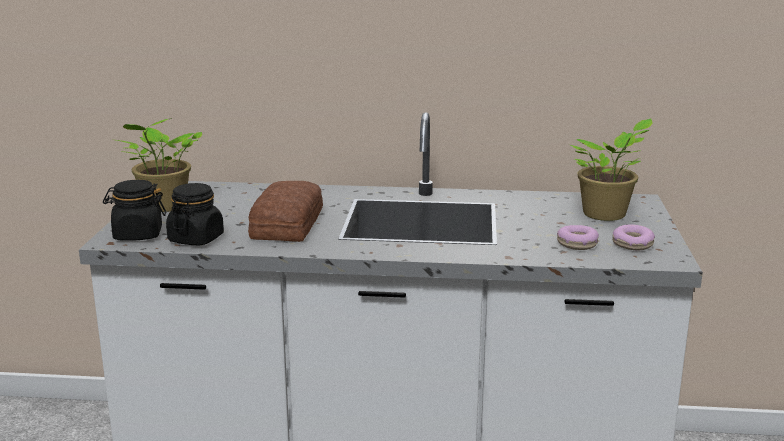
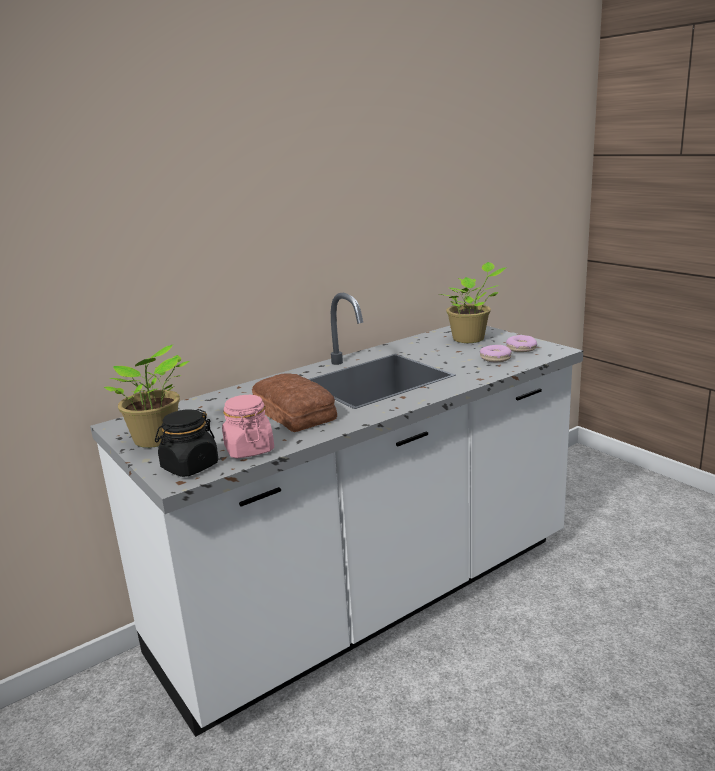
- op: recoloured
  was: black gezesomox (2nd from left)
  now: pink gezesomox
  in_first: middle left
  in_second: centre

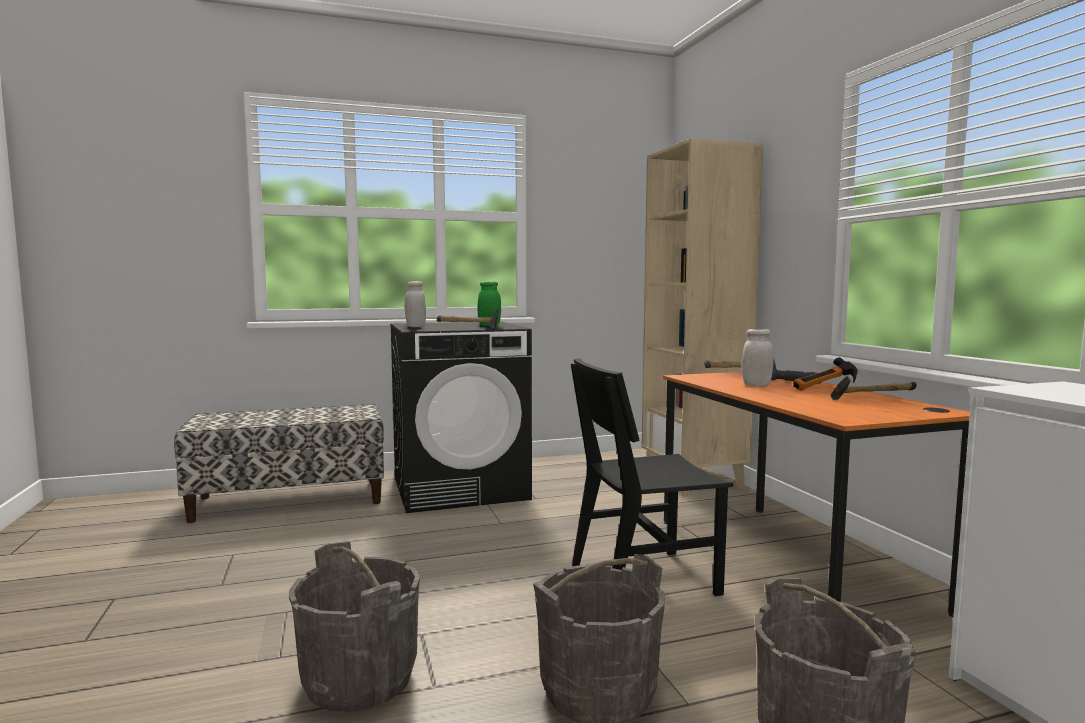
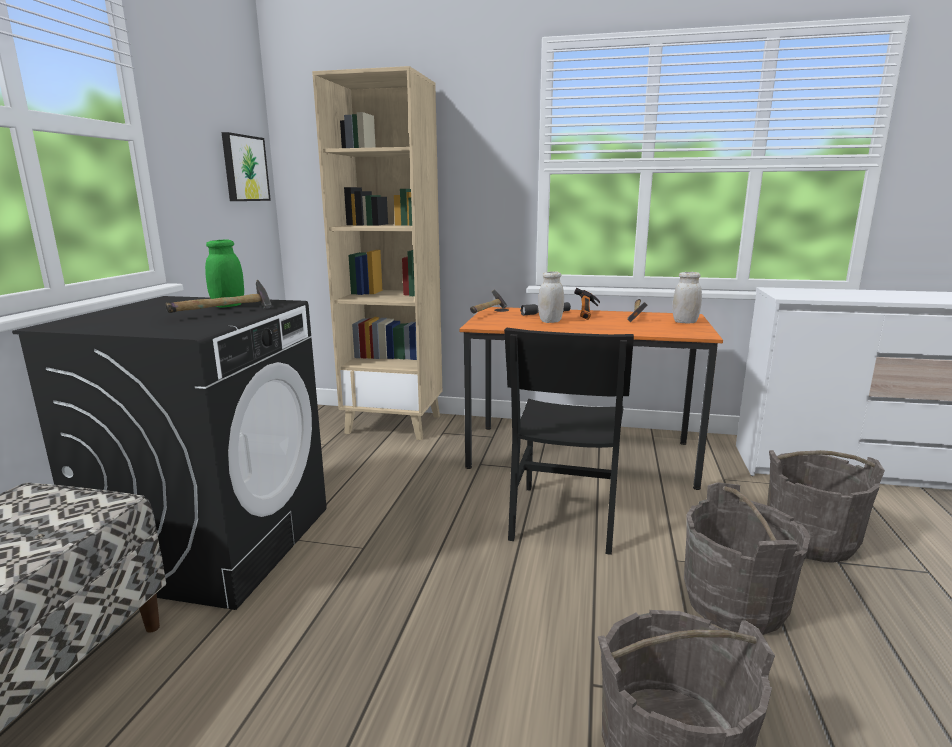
- op: added
  now: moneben
  in_second: top left
- op: moved
  was: white gezesomox (1st from left in the first image)
  now: white gezesomox (2nd from left)
  in_first: centre
  in_second: middle right

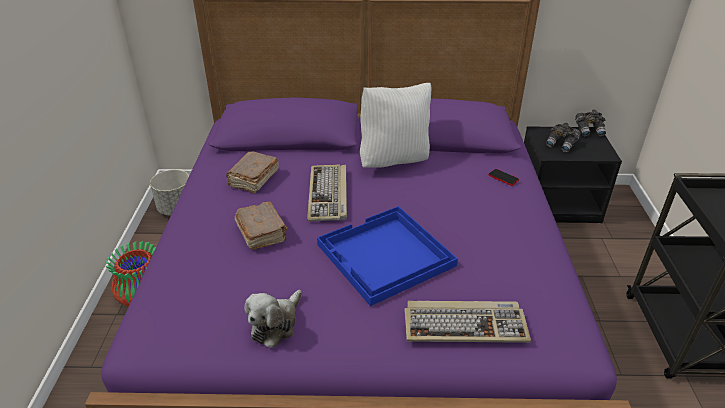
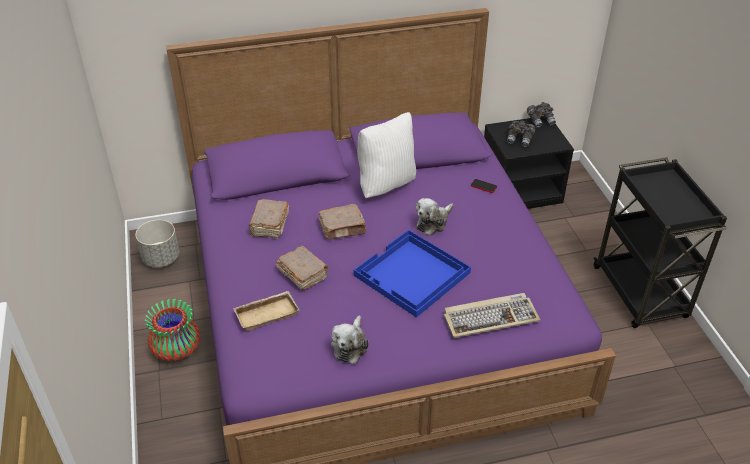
- op: added
  now: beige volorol
  in_second: bottom centre
- op: added
  now: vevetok (2nd from left)
  in_second: centre
- op: replaced
  was: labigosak (1st from left)
  now: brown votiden (3rd from left)
  in_first: centre
  in_second: centre

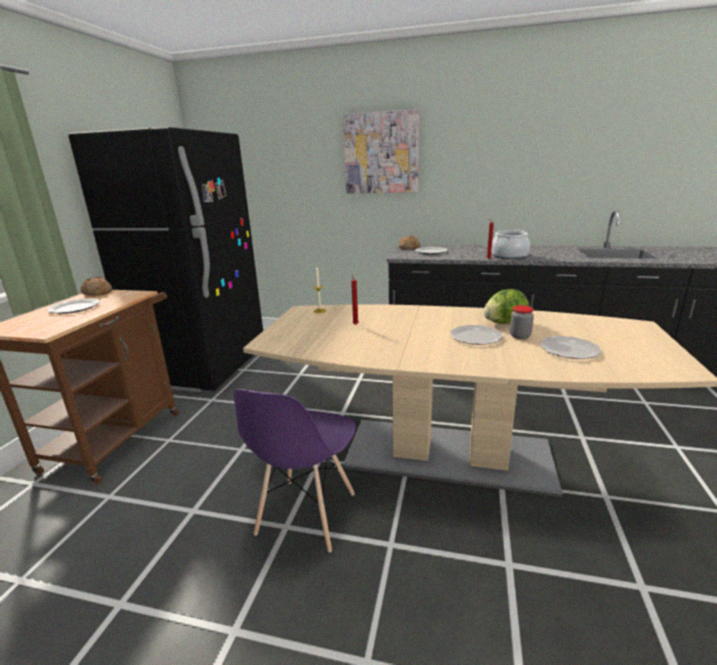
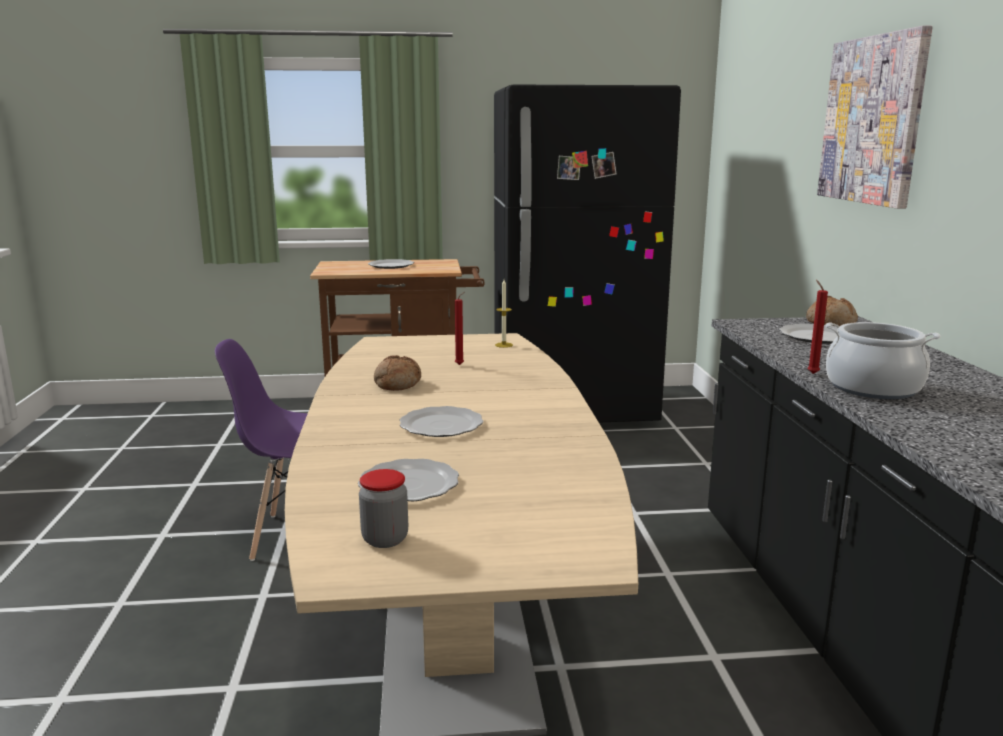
- op: removed
  was: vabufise
  in_first: middle right
- op: moved
  was: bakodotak (1st from left)
  in_first: middle left
  in_second: centre
- op: moved
  was: gezesomox
  in_first: middle right
  in_second: bottom centre

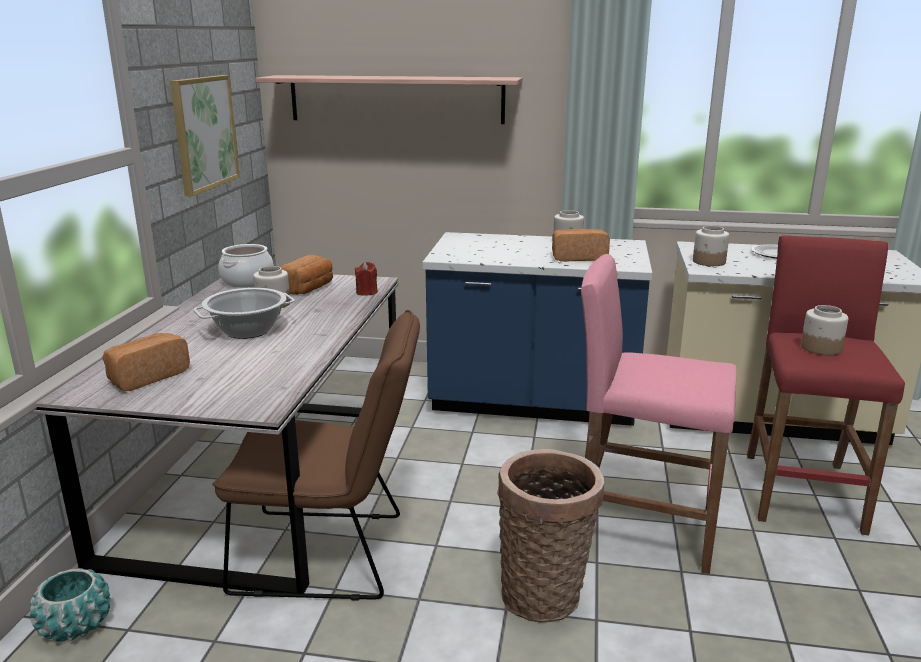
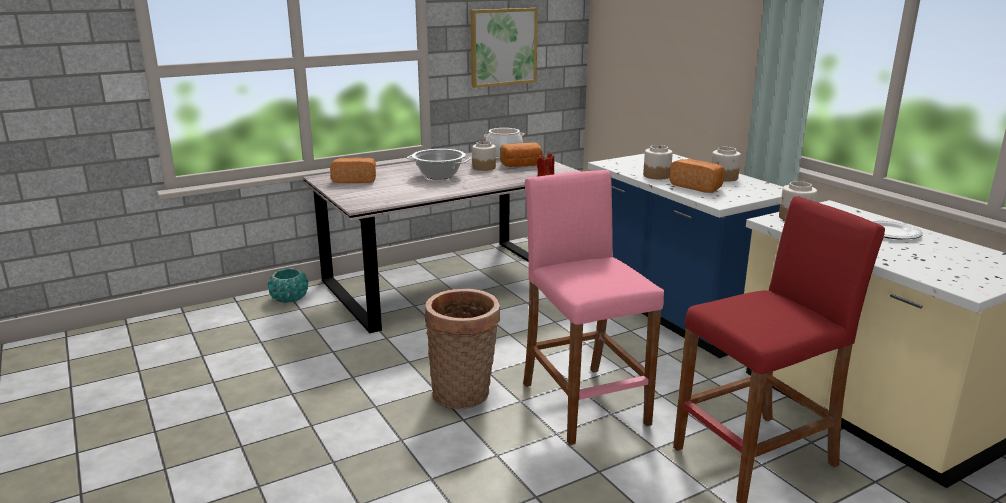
- op: removed
  was: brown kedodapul
  in_first: bottom centre
- op: removed
  was: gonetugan
  in_first: top centre
- op: moved
  was: gezesomox (4th from left in the first image)
  now: gezesomox (2nd from left)
  in_first: middle right
  in_second: top centre

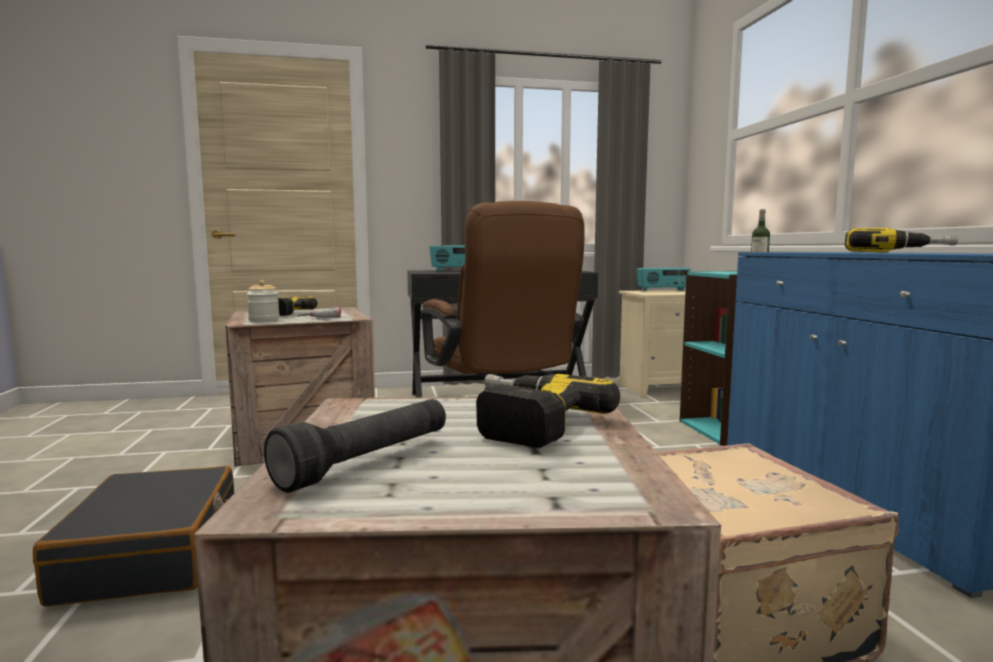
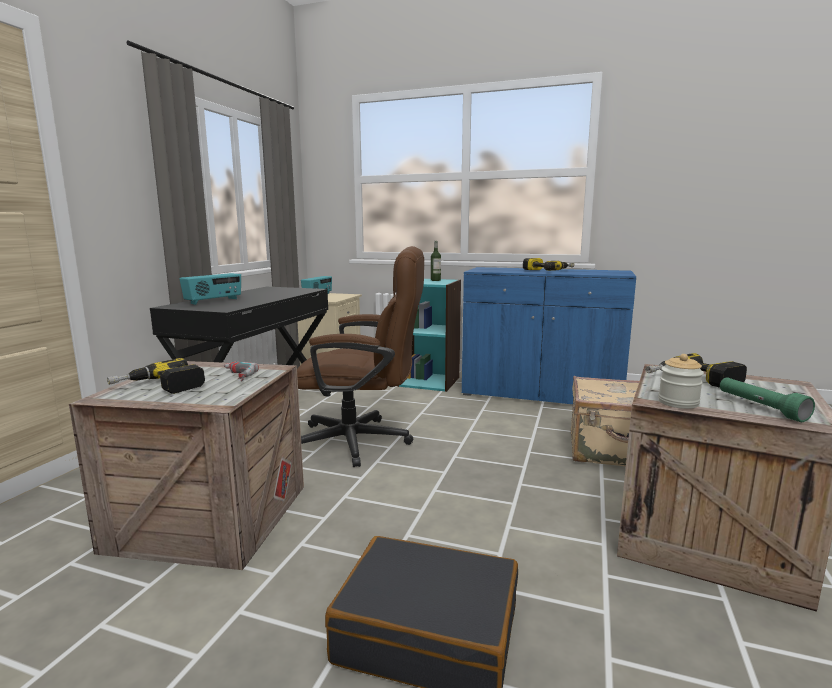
- op: moved
  was: gezesomox
  in_first: middle left
  in_second: middle right
- op: recoloured
  was: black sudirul
  now: green sudirul
  in_first: bottom centre
  in_second: middle right

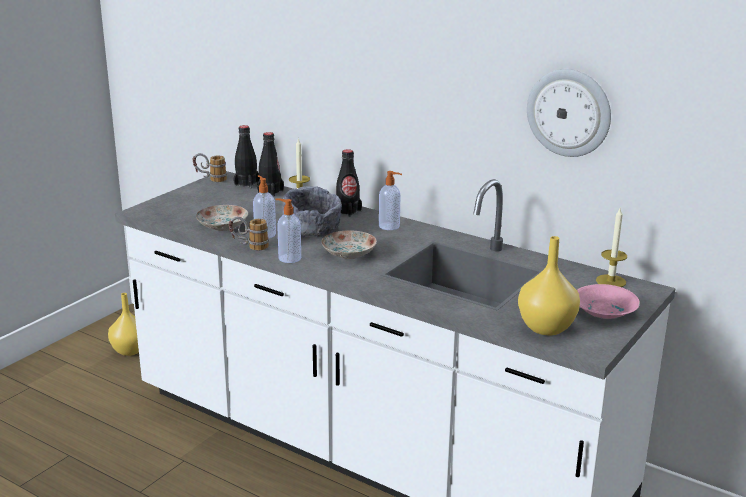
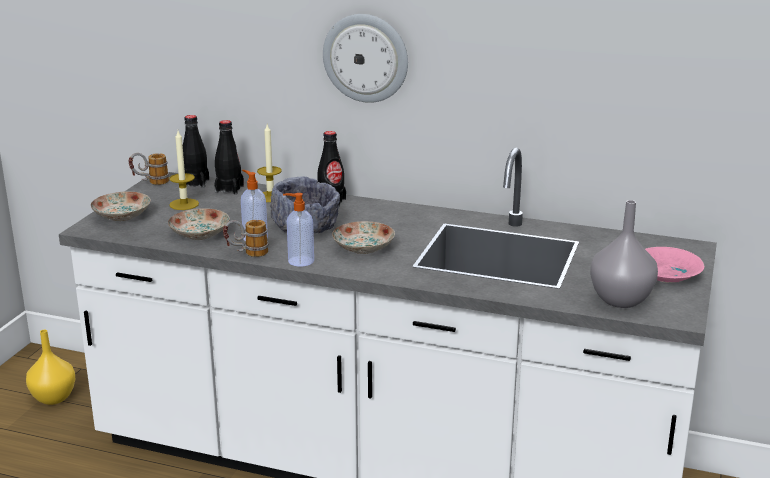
- op: removed
  was: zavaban (3rd from left)
  in_first: centre
- op: added
  now: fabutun (1st from left)
  in_second: middle left
- op: moved
  was: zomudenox
  in_first: top right
  in_second: top centre
- op: moved
  was: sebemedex (2nd from left in the first image)
  now: sebemedex (1st from left)
  in_first: middle right
  in_second: middle left
- op: recoloured
  was: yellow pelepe (2nd from left)
  now: grey pelepe
  in_first: middle right
  in_second: middle right

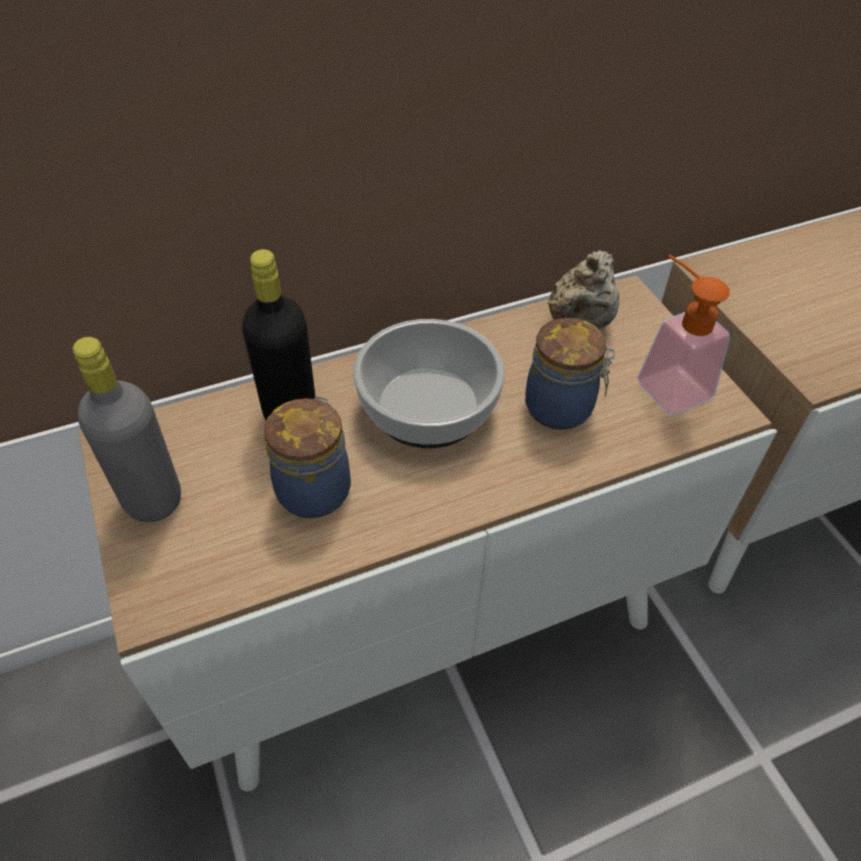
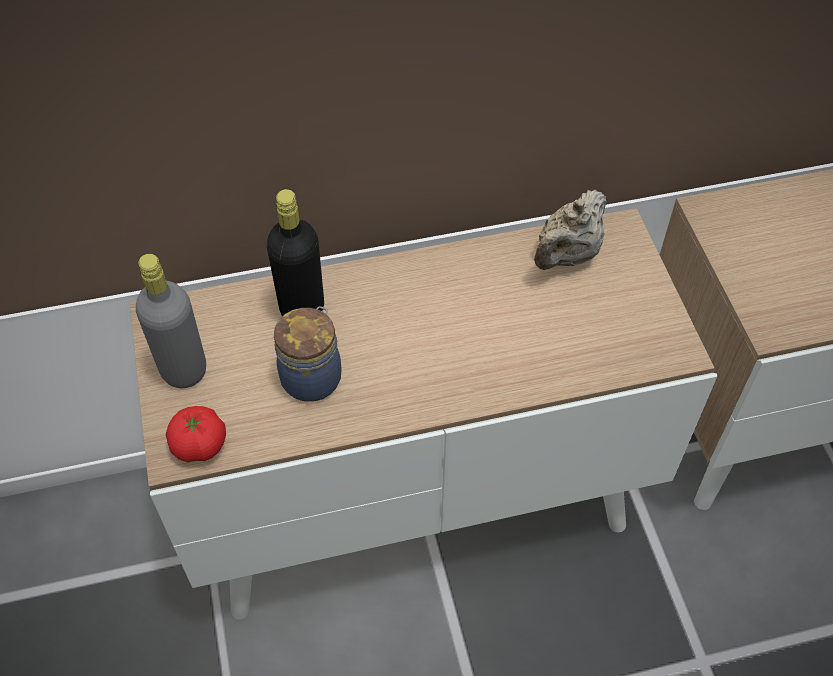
- op: removed
  was: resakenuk
  in_first: centre
- op: removed
  was: gezesomox (2nd from left)
  in_first: centre
- op: removed
  was: zavaban
  in_first: middle right
- op: added
  now: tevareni
  in_second: middle left

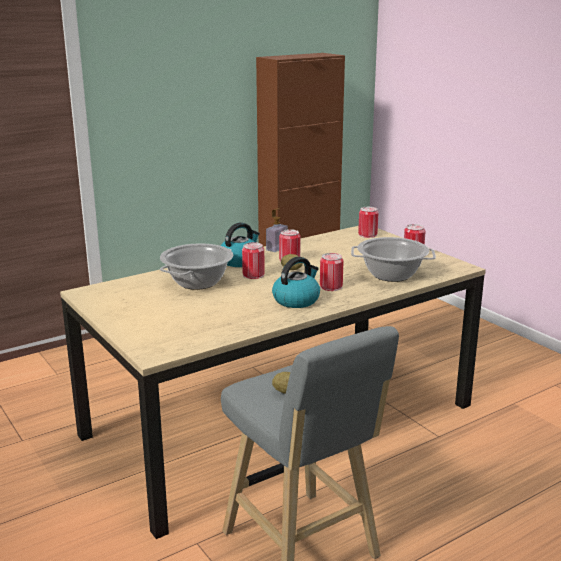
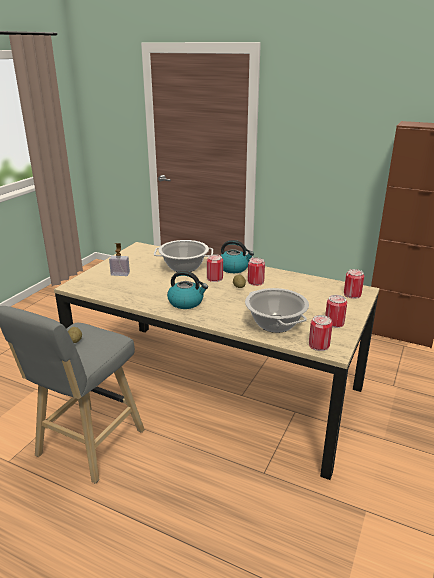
- op: moved
  was: zavaban
  in_first: centre
  in_second: middle left
- op: moved
  was: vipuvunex (3rd from left)
  in_first: centre
  in_second: middle right

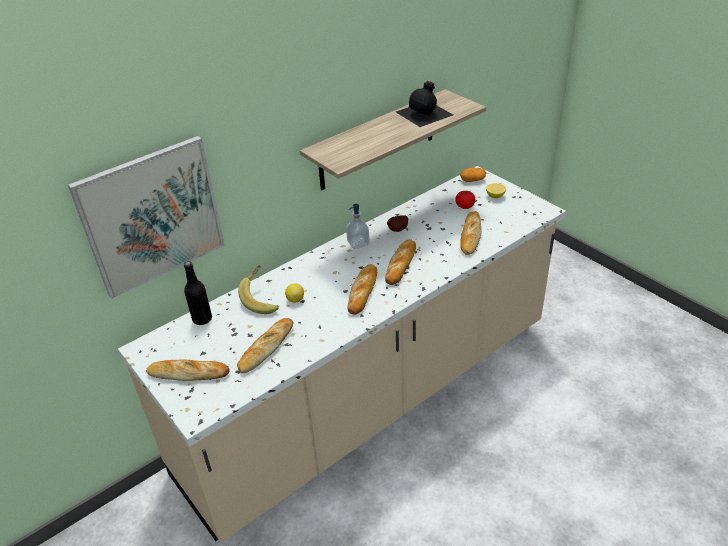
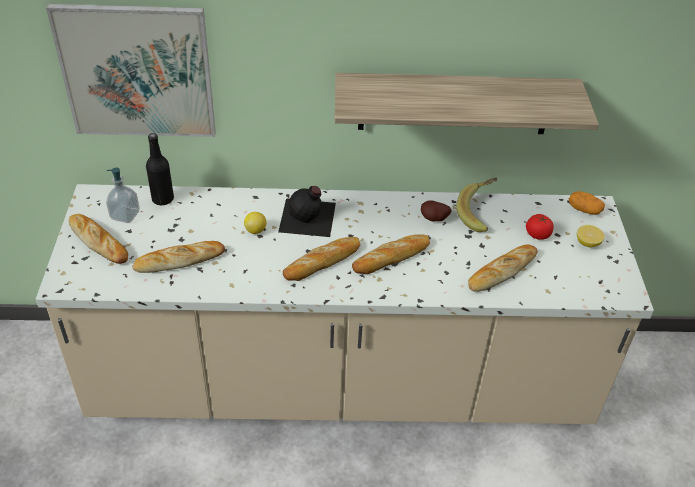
- op: moved
  was: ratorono
  in_first: centre
  in_second: middle right
- op: moved
  was: zavaban
  in_first: centre
  in_second: middle left
- op: moved
  was: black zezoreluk (2nd from left)
  in_first: top centre
  in_second: centre

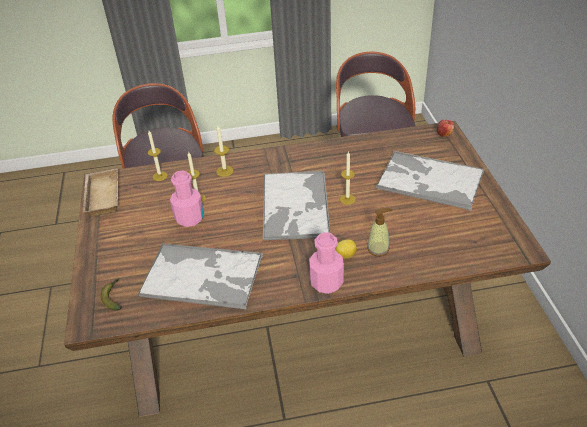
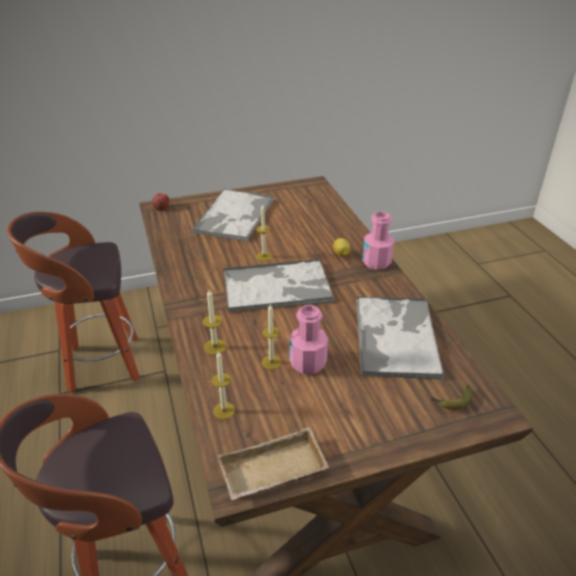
- op: removed
  was: zavaban
  in_first: centre

